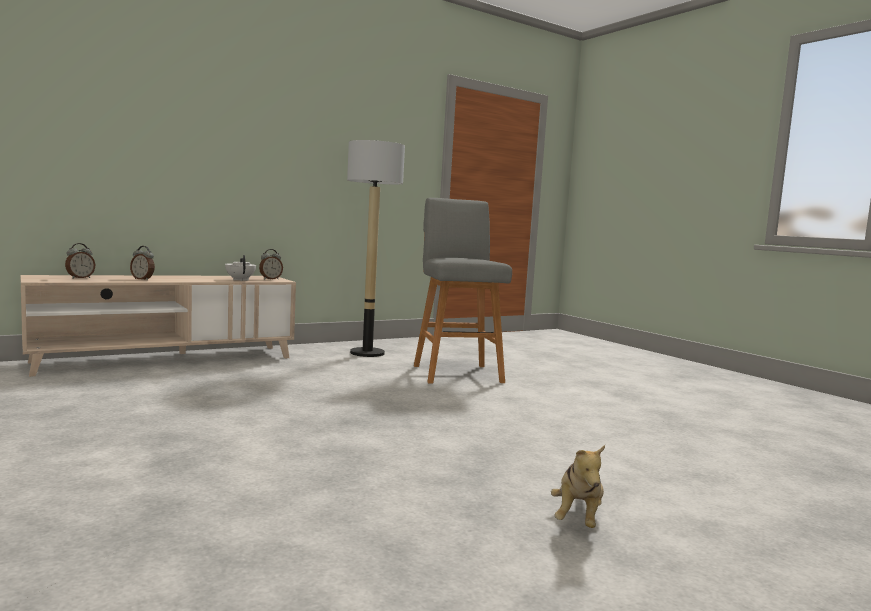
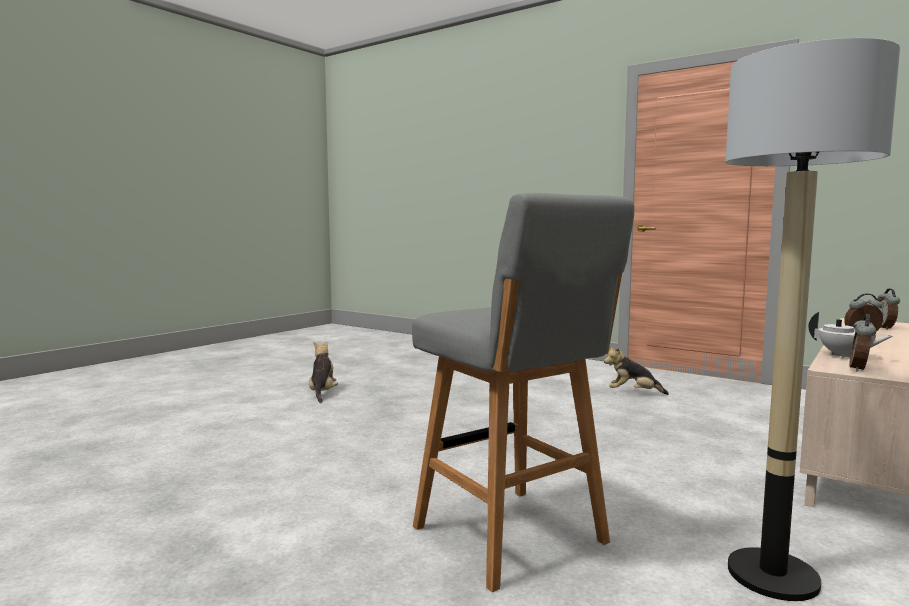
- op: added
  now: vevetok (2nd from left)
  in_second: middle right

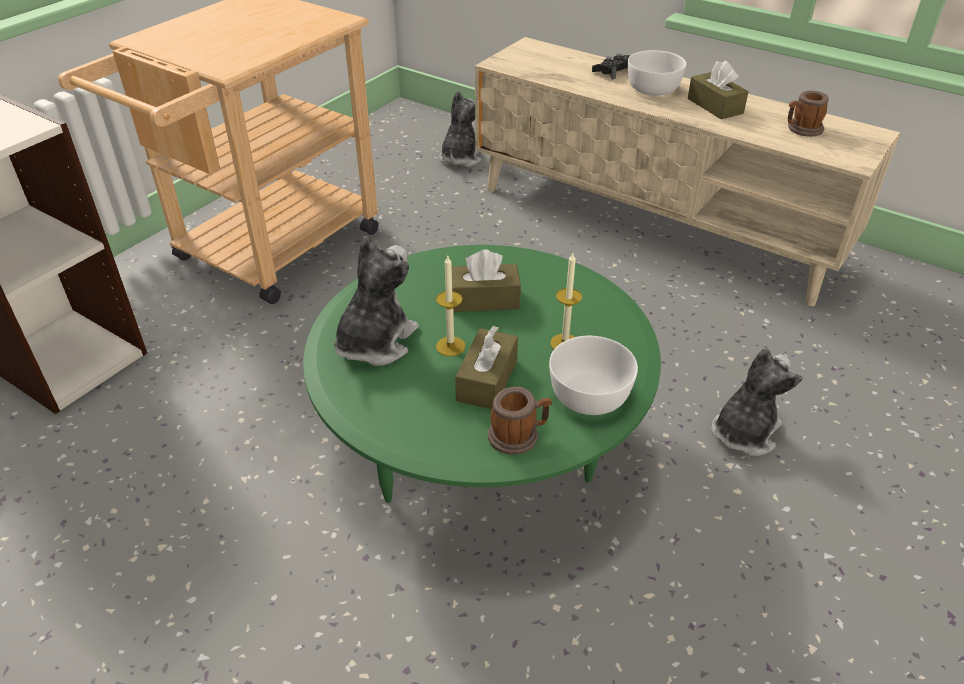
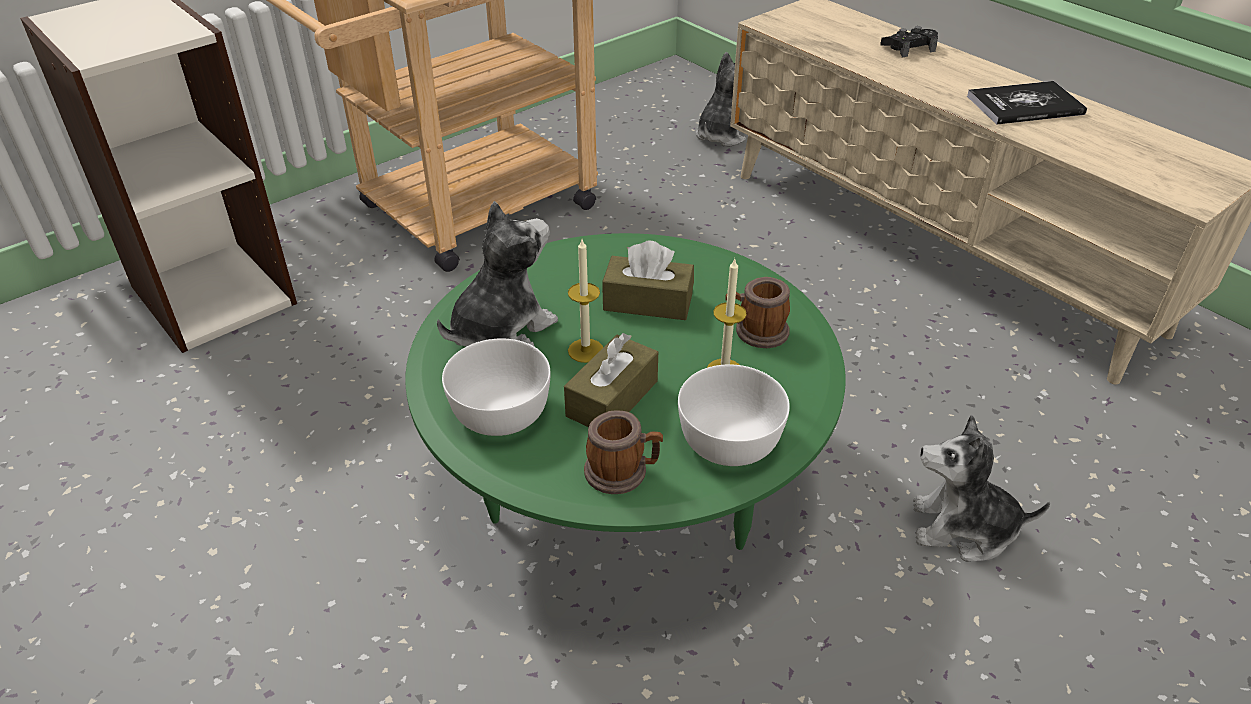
- op: moved
  was: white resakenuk (2nd from left in the first image)
  now: white resakenuk (1st from left)
  in_first: top right
  in_second: centre
- op: moved
  was: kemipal (2nd from left)
  in_first: top right
  in_second: centre
- op: replaced
  was: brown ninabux (3rd from left)
  now: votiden
  in_first: top right
  in_second: top right
- op: turned
  was: vevetok (3rd from left)
  in_first: middle right
  in_second: bottom right
  clockwise: -135

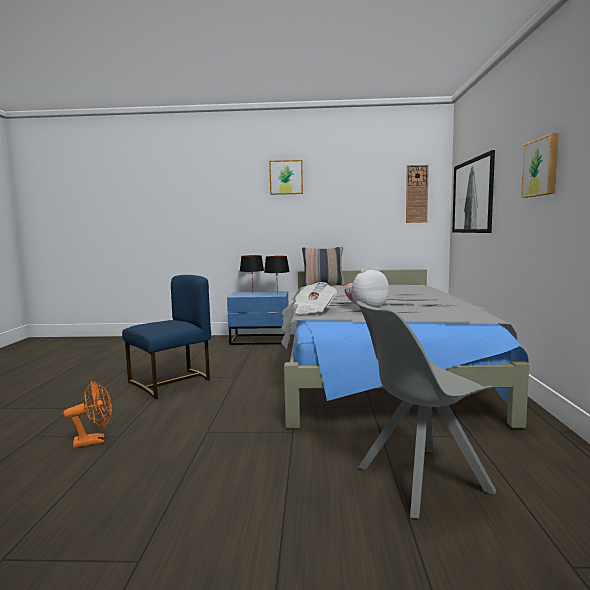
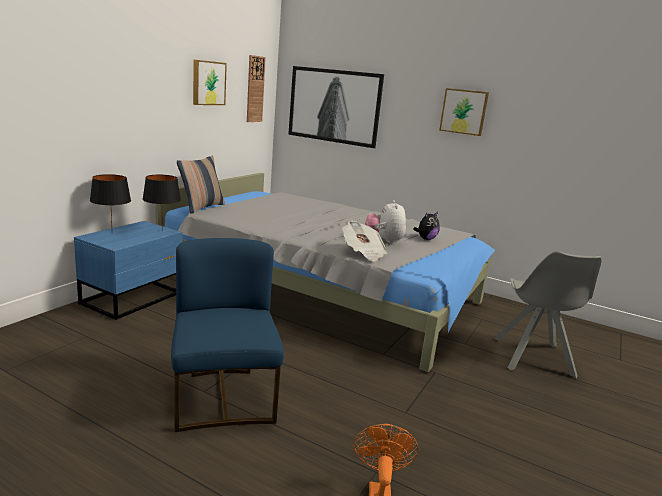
- op: added
  now: vevetok (2nd from left)
  in_second: centre
- op: moved
  was: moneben (1st from left)
  in_first: top centre
  in_second: top left

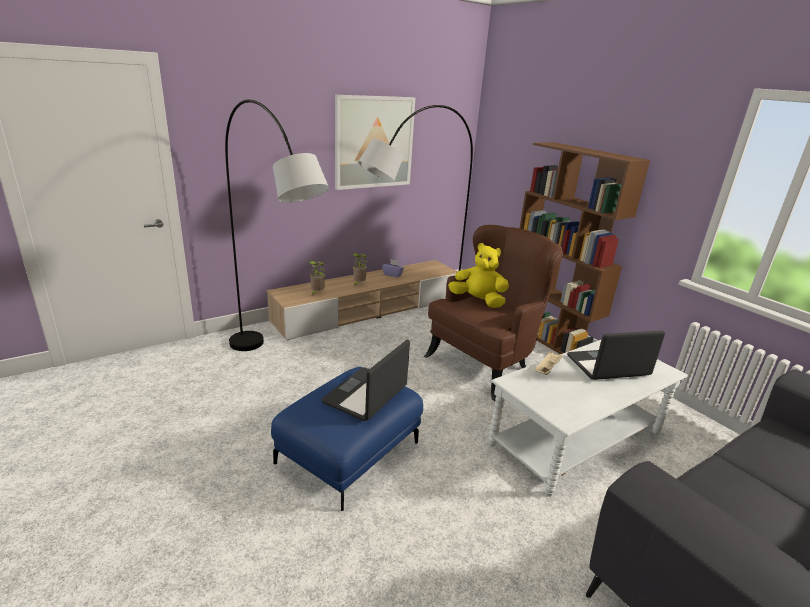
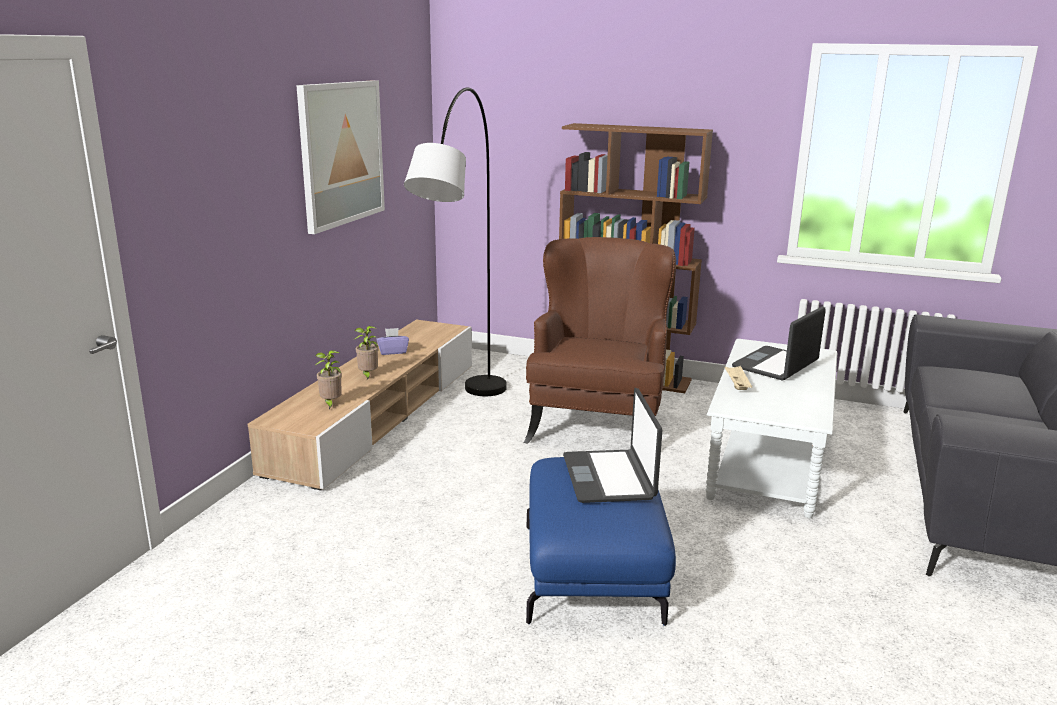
- op: removed
  was: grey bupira (1st from left)
  in_first: centre
- op: removed
  was: yellow vevetok
  in_first: centre

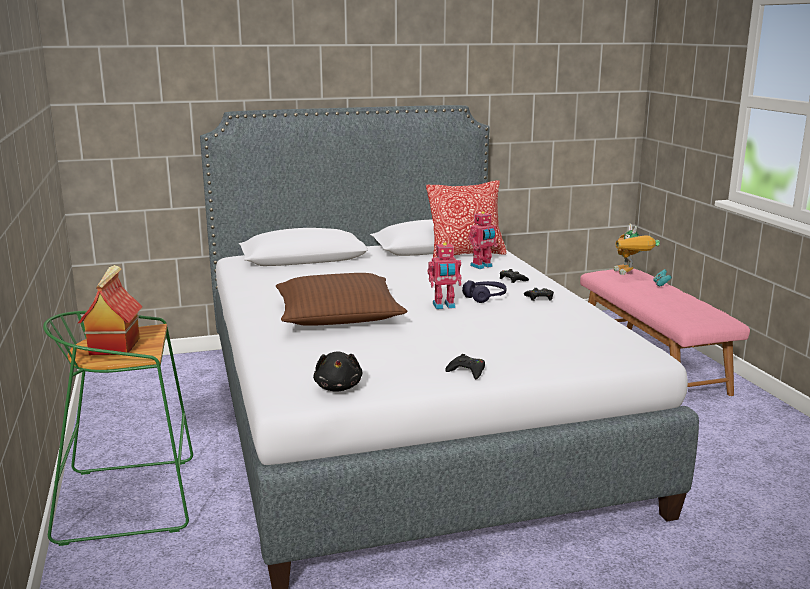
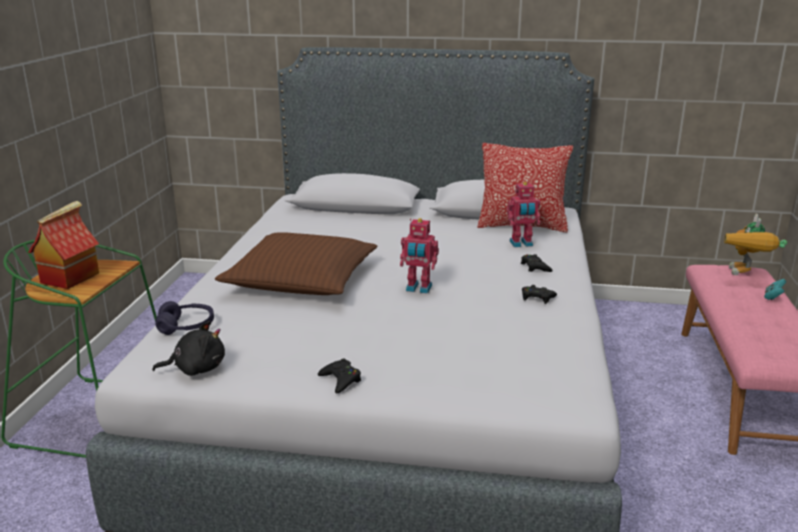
- op: moved
  was: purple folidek
  in_first: centre
  in_second: middle left
- op: turned
  was: black vevetok
  in_first: centre
  in_second: middle left
  clockwise: -120

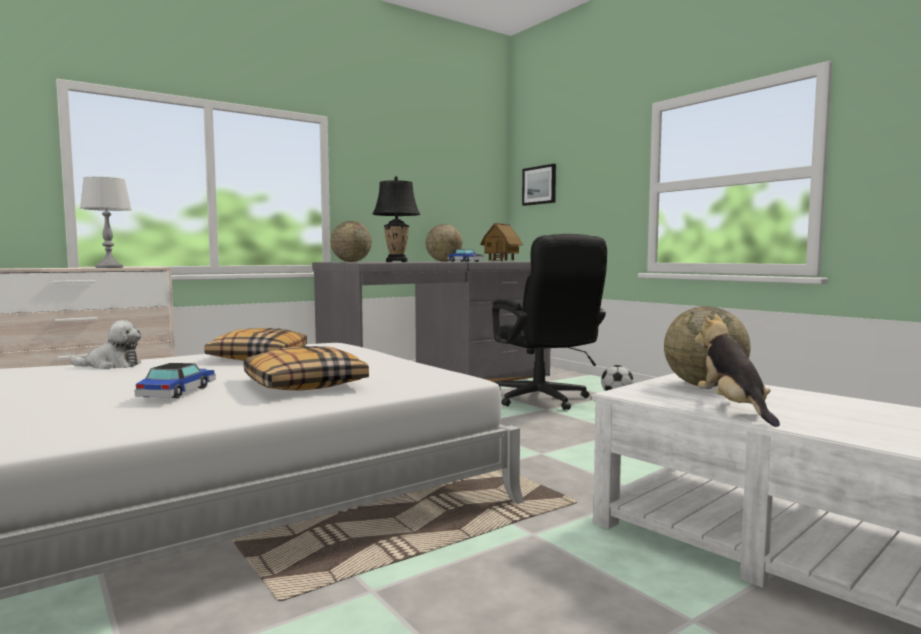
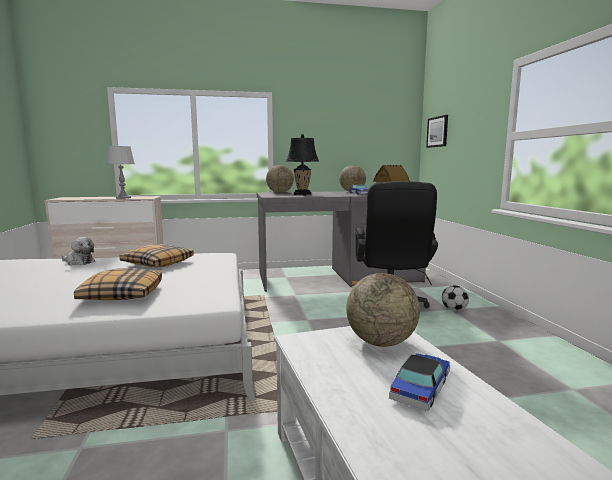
- op: removed
  was: vevetok (2nd from left)
  in_first: middle right
- op: moved
  was: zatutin (1st from left in the first image)
  now: zatutin (2nd from left)
  in_first: middle left
  in_second: bottom right

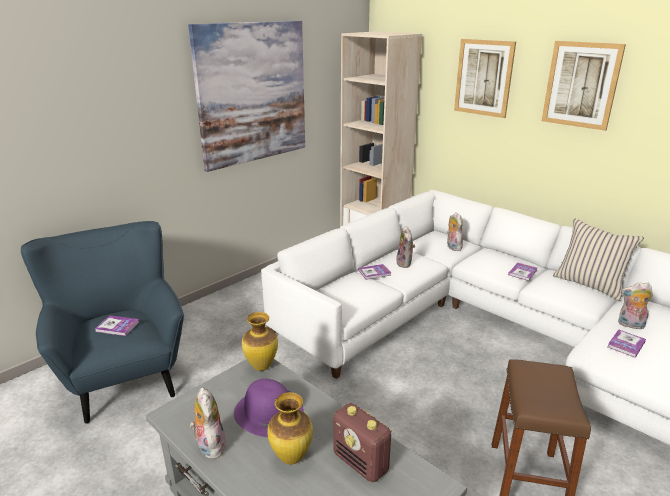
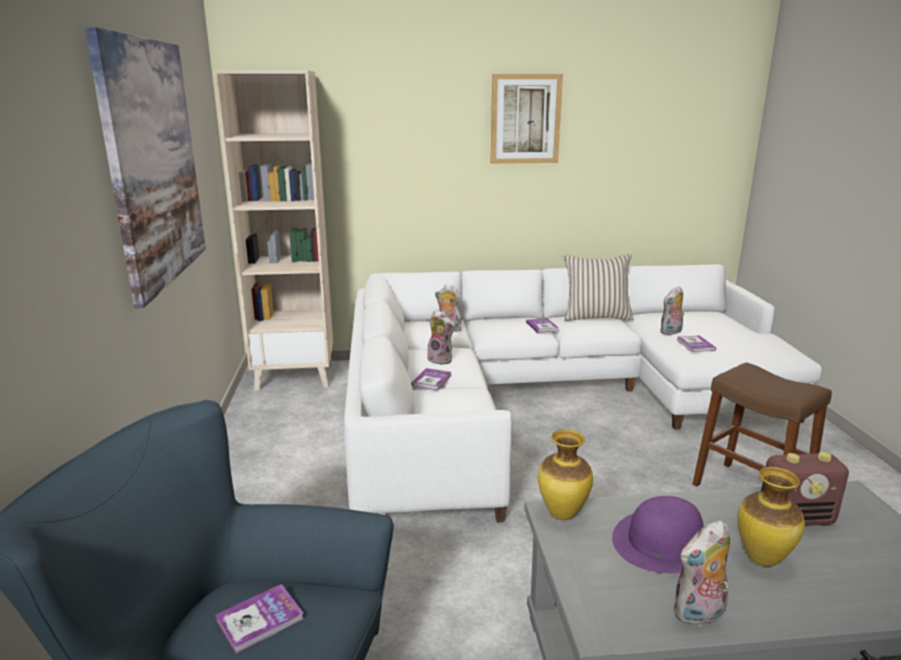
- op: removed
  was: moneben (2nd from left)
  in_first: top right
- op: turned
  was: vevetok (1st from left in the first image)
  in_first: bottom left
  in_second: bottom right
  clockwise: -45

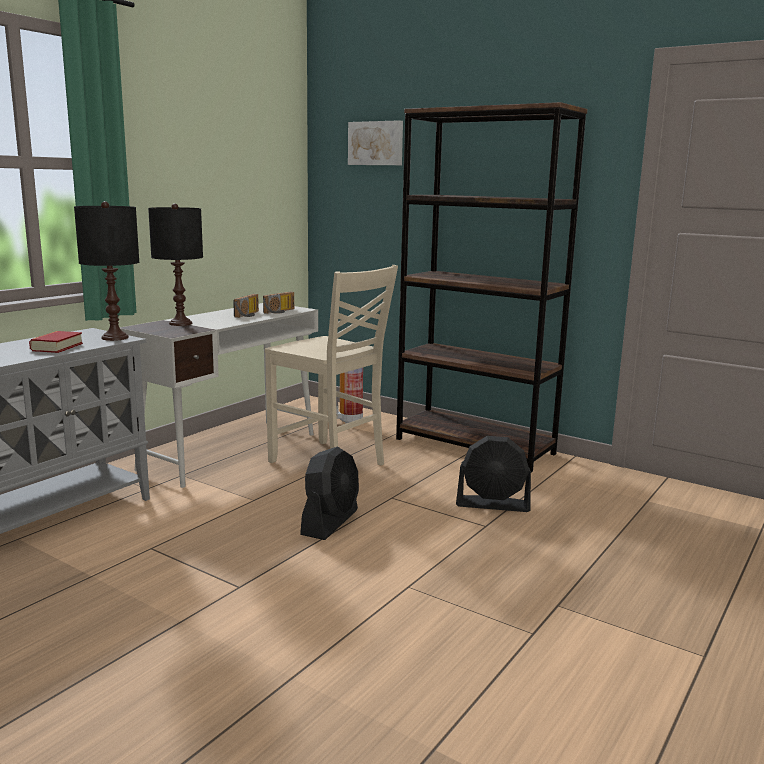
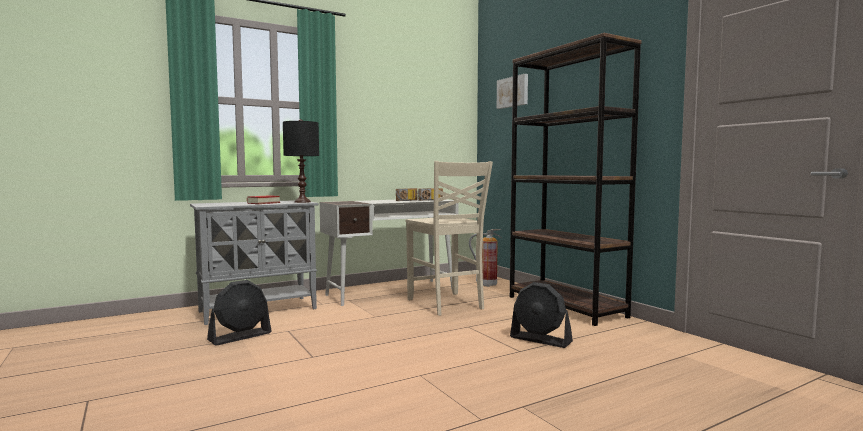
- op: removed
  was: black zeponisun (2nd from left)
  in_first: middle left
- op: moved
  was: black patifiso (1st from left)
  in_first: centre
  in_second: bottom left

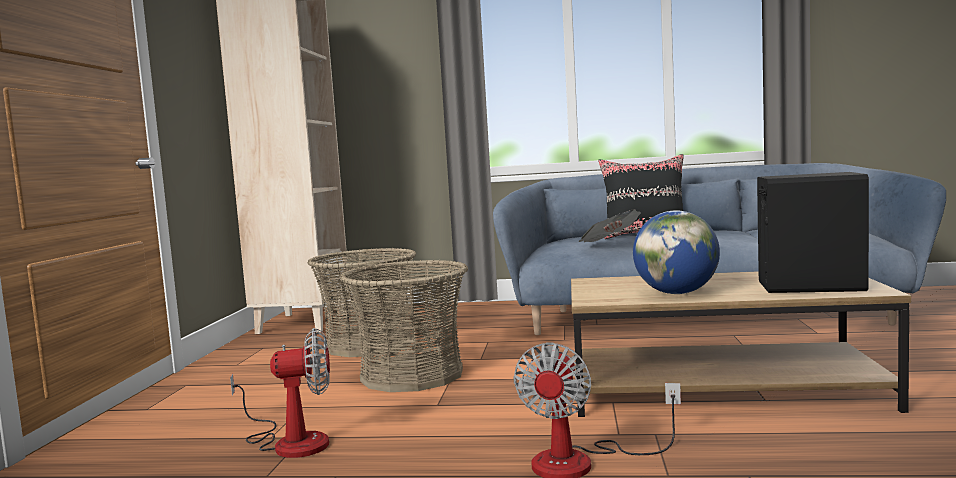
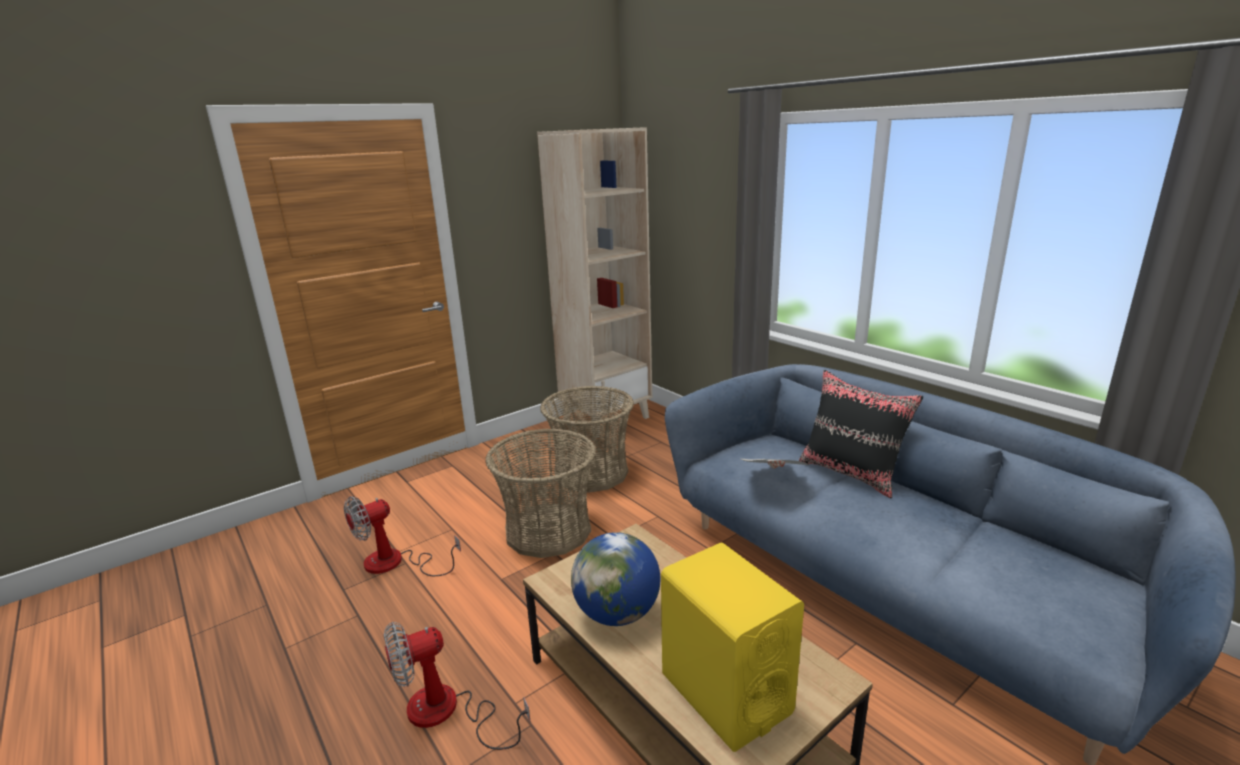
- op: recoloured
  was: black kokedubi
  now: yellow kokedubi
  in_first: middle right
  in_second: bottom centre
- op: turned
  was: patifiso (1st from left)
  in_first: bottom left
  in_second: bottom left
  clockwise: 105

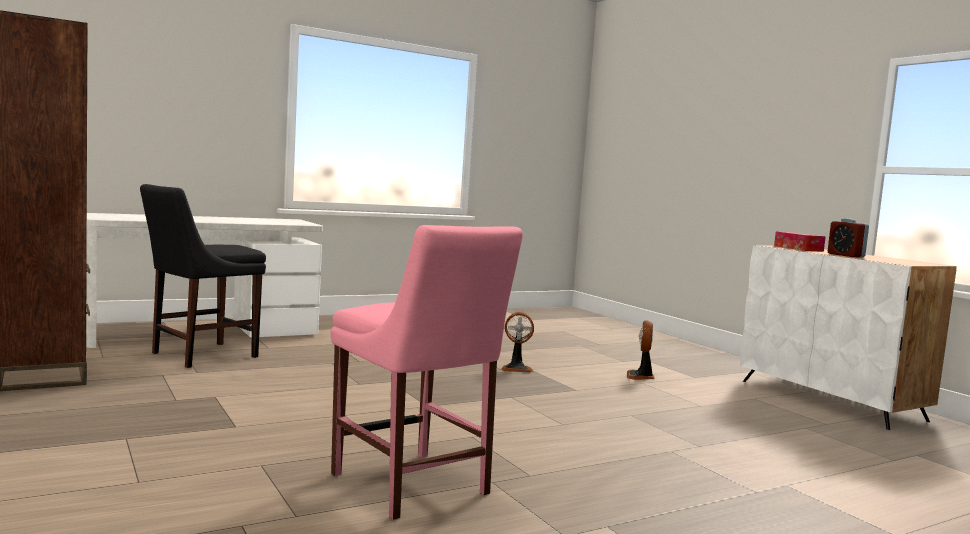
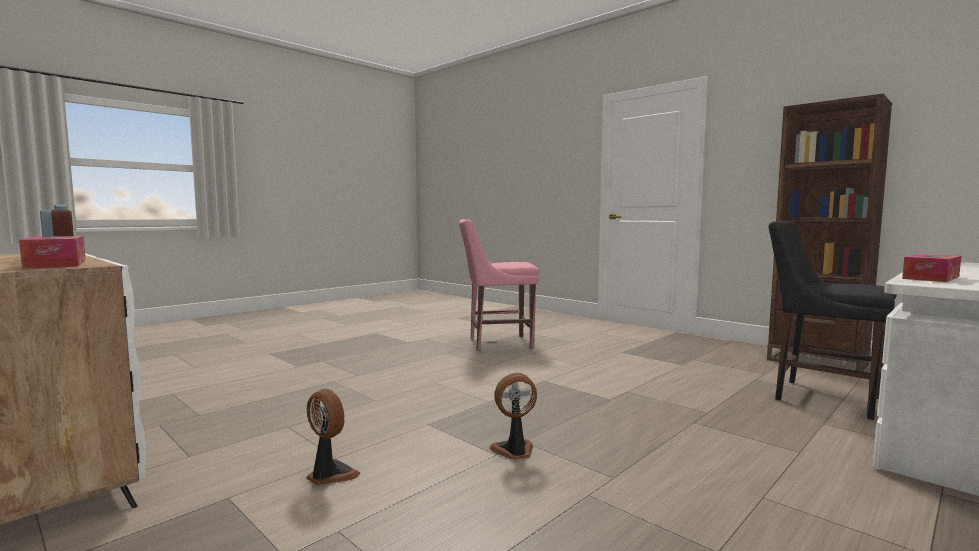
- op: added
  now: ninabux (2nd from left)
  in_second: middle right
- op: turned
  was: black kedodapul
  in_first: middle left
  in_second: middle right
  clockwise: -75
- op: turned
  was: pink kedodapul
  in_first: bottom centre
  in_second: centre
  clockwise: -45
- op: turned
  was: patifiso (2nd from left in the first image)
  in_first: centre
  in_second: bottom centre
  clockwise: -45

